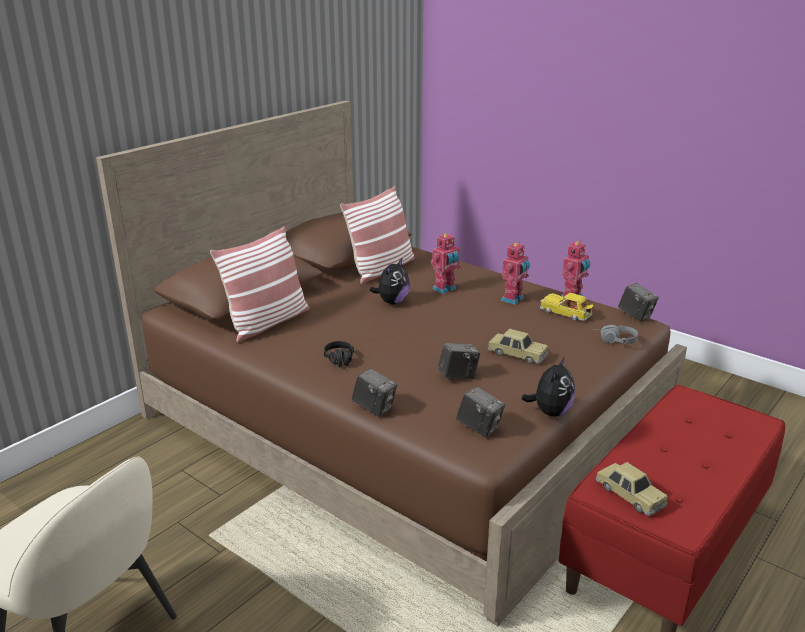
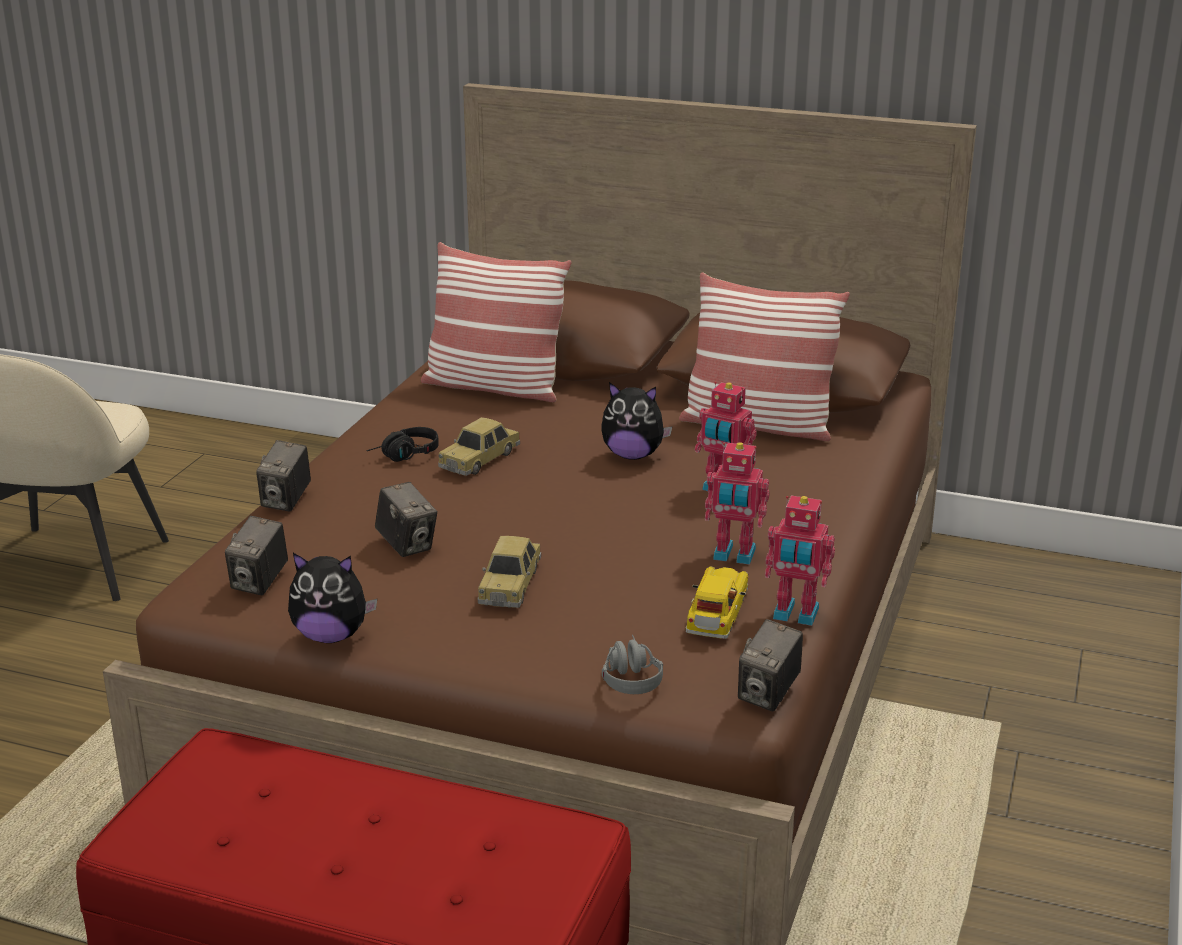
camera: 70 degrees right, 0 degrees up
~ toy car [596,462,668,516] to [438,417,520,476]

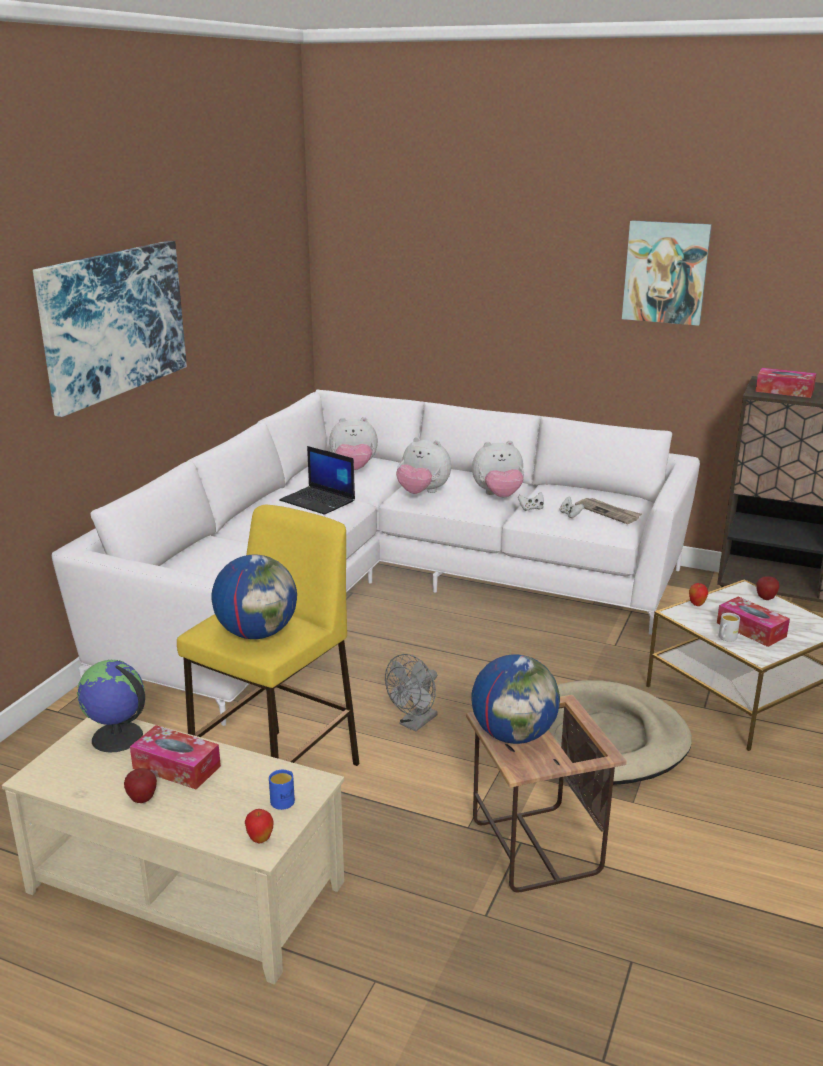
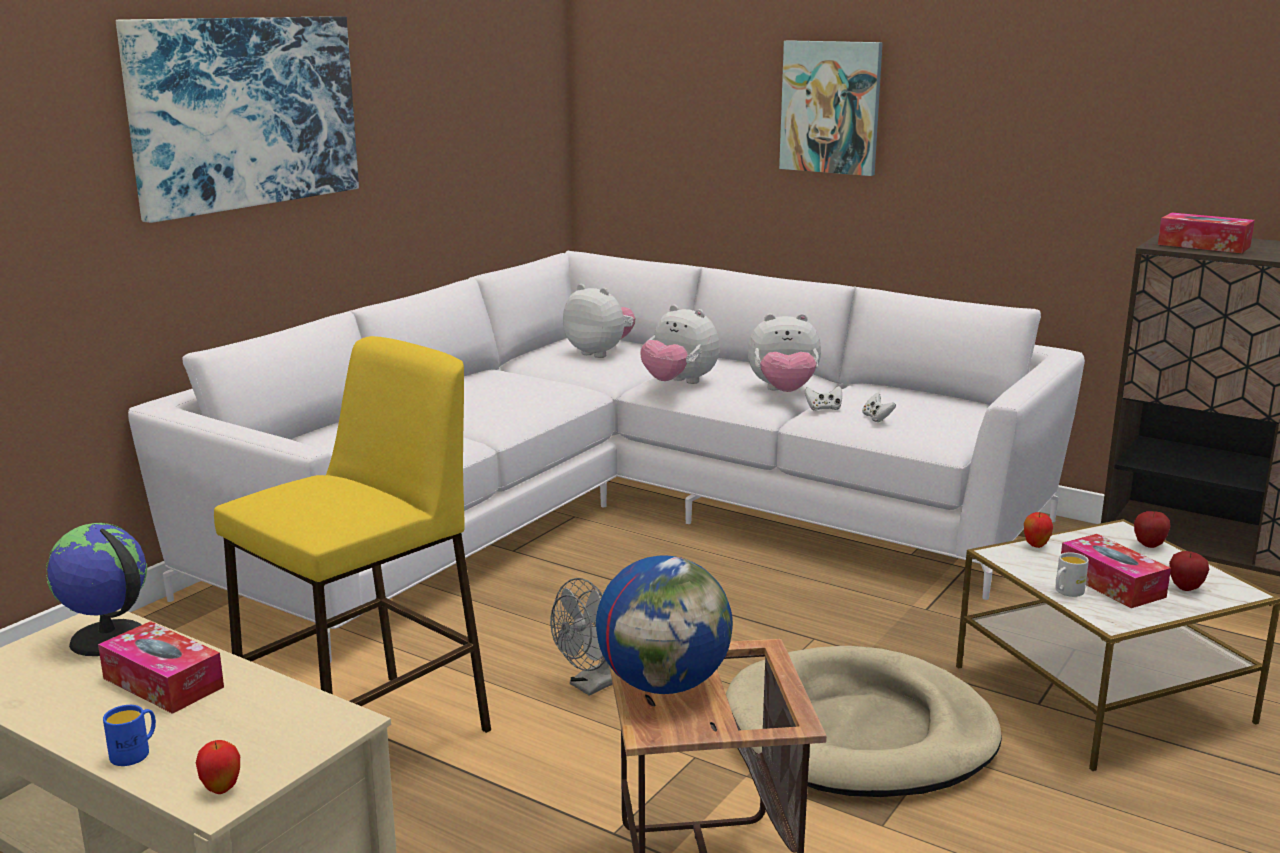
camera: 10 degrees right, 5 degrees down
- globe [211,555,297,639]
- laptop [279,446,355,515]
- newspaper [575,498,642,524]
~ apple [124,768,157,803] to [1169,551,1209,591]
~ mug (blue) [269,770,295,810] to [103,705,156,766]
~ picture [622,220,712,326] to [779,40,883,176]
~ plush toy [329,417,378,470] = [563,284,636,358] 150 degrees counterclockwise

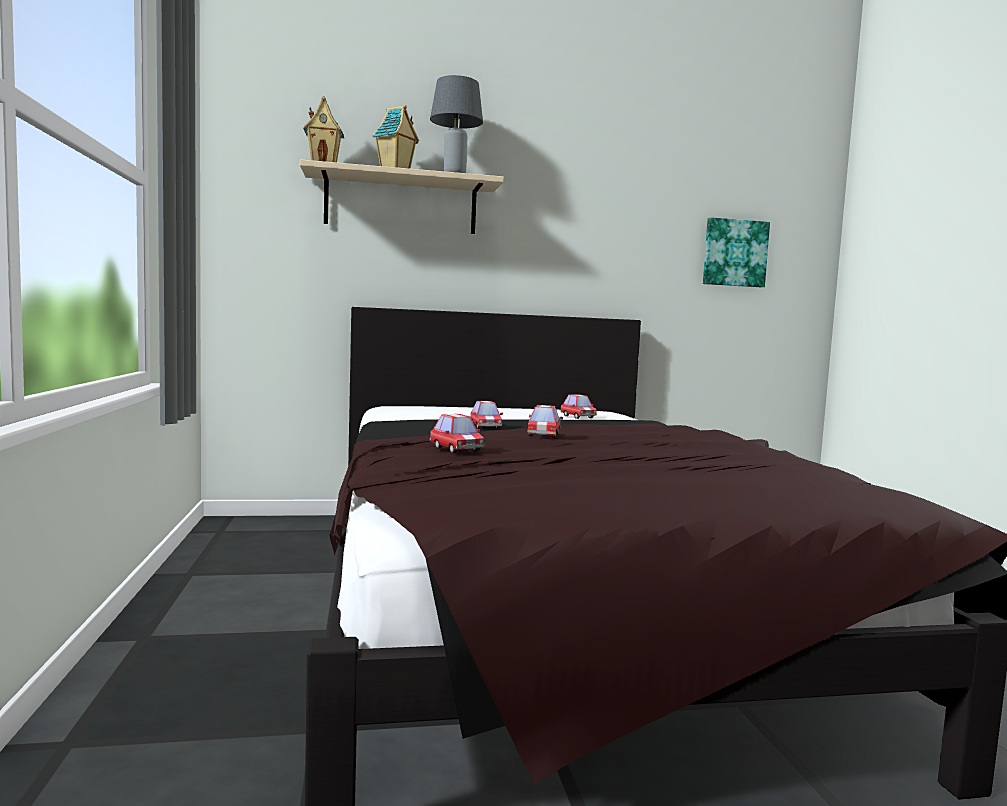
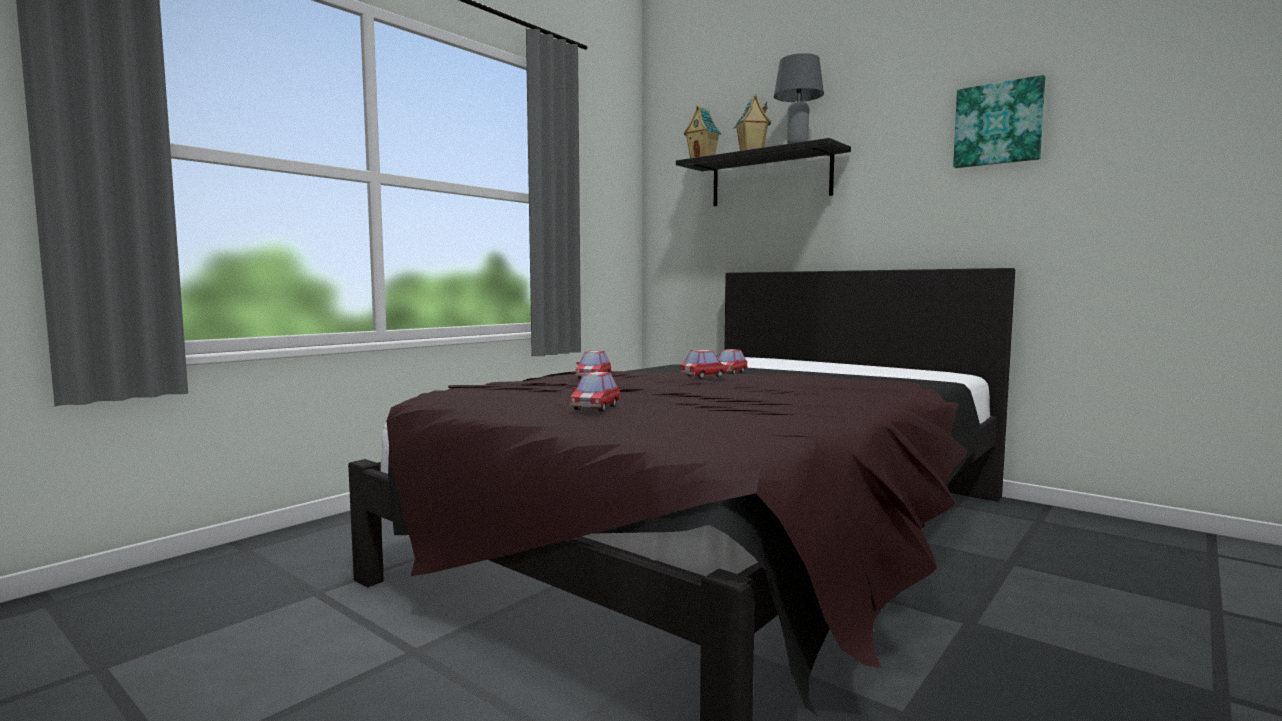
camera: 50 degrees right, 0 degrees up
~ toy car [560,394,597,419] to [570,372,620,412]
~ picture [703,218,770,287] to [953,75,1045,168]
~ shelf (beige) [300,159,504,234] to shelf (black) [676,138,851,206]

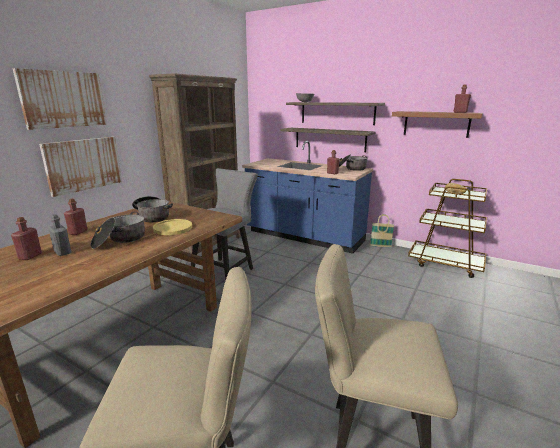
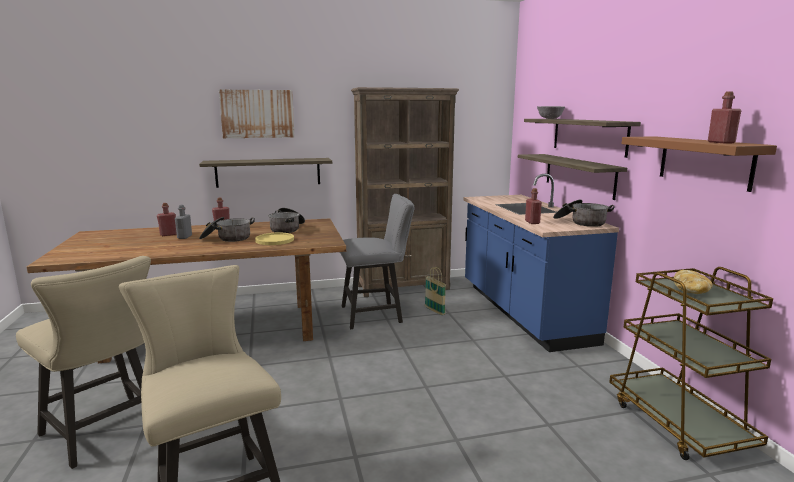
camera: 45 degrees right, 5 degrees down
~ basket [370,214,394,247] to [425,267,446,315]
~ picture [39,137,122,197] to shelf [199,158,332,188]

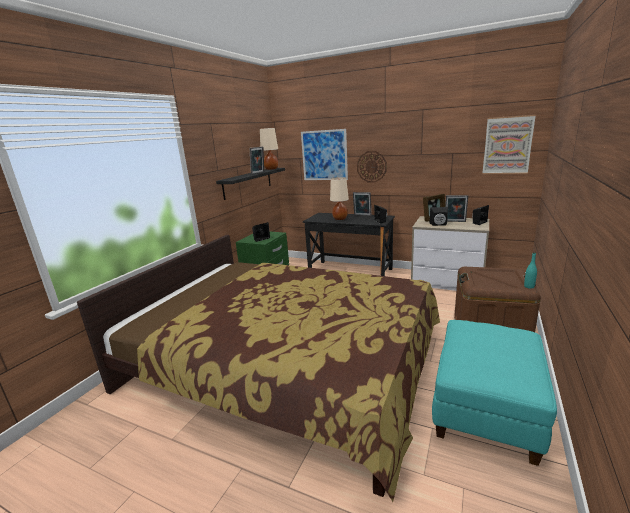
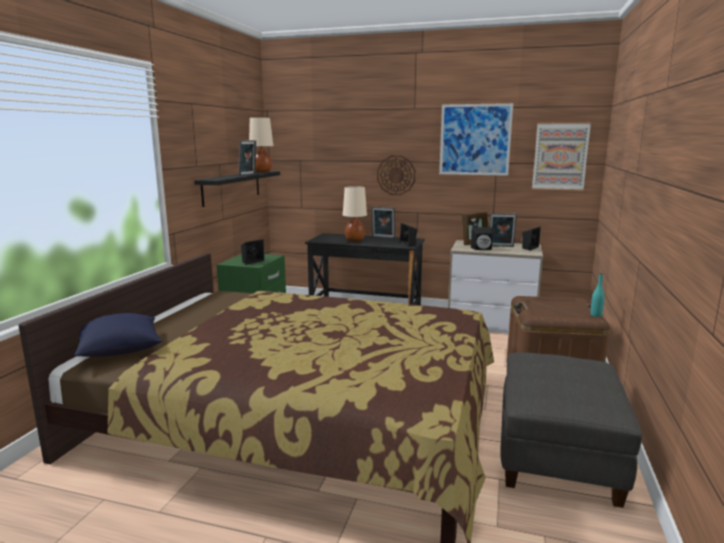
camera: 10 degrees left, 5 degrees down
+ pillow (blue) [74,313,163,357]
~ picture [301,129,348,180] to [439,103,513,176]
~ ottoman (turquoise) [432,320,557,466] to ottoman (grey) [501,352,642,508]

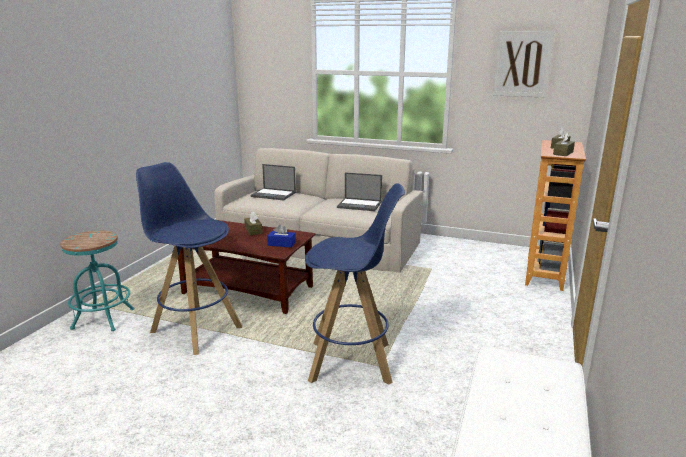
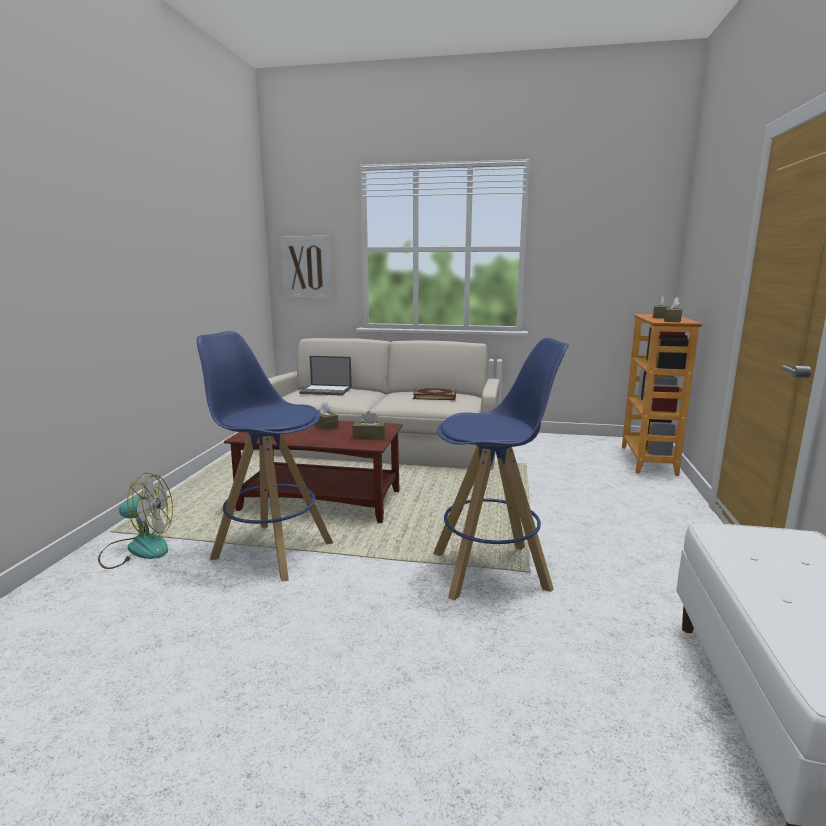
camera: 10 degrees left, 5 degrees down
~ picture [493,31,554,98] to [280,236,332,299]
~ stool (turquoise) [60,230,134,331] to fan [98,472,173,569]
~ laptop [337,172,382,211] to book [413,388,456,400]
~ tissue box (blue) [267,224,296,248] to tissue box (brown) [353,411,386,439]

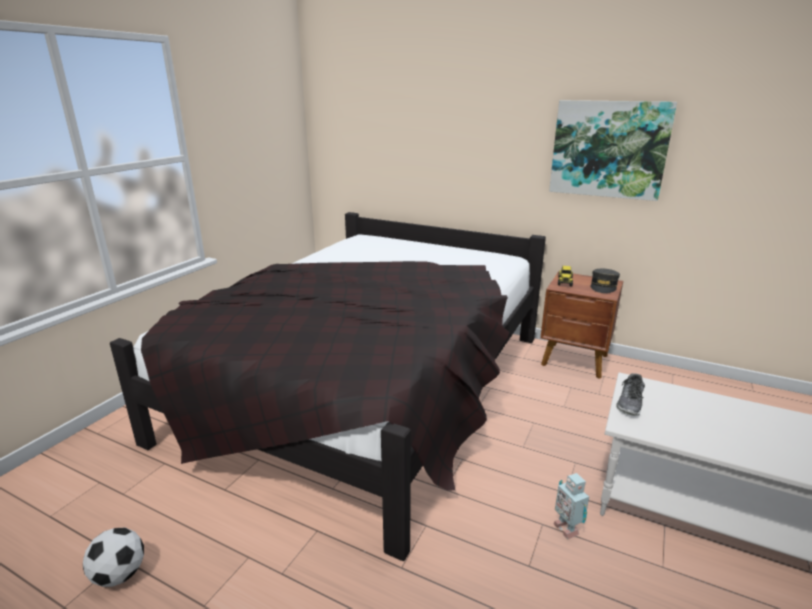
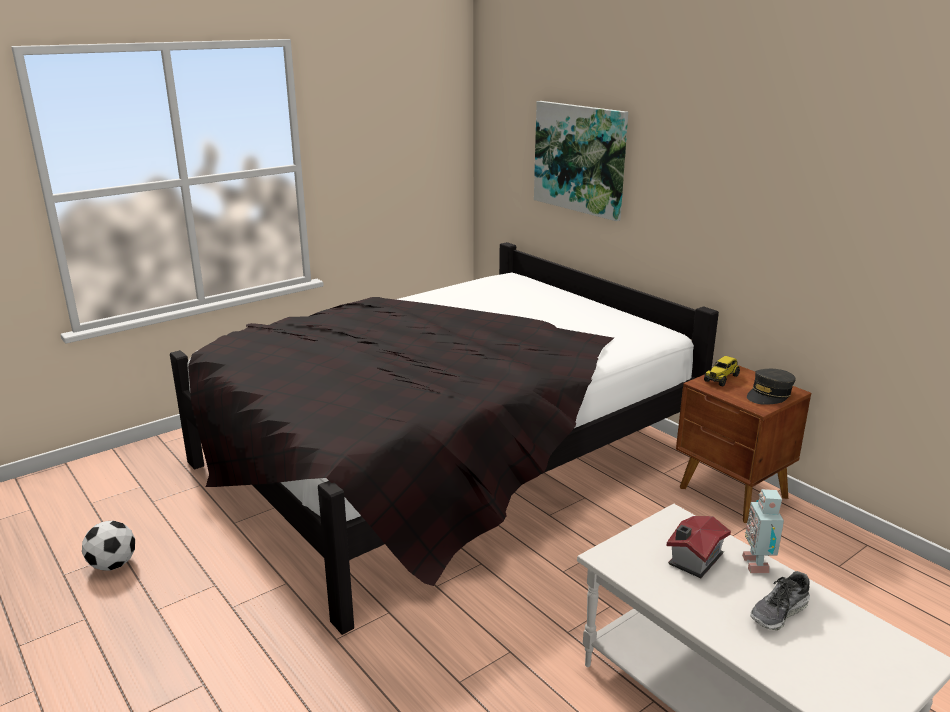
camera: 25 degrees right, 0 degrees up
+ toy house [666,516,731,578]
~ picture [549,100,677,201] to [534,101,628,221]
~ toy robot [553,473,589,540] to [742,489,784,573]
~ shoe [616,373,645,416] to [750,571,810,630]

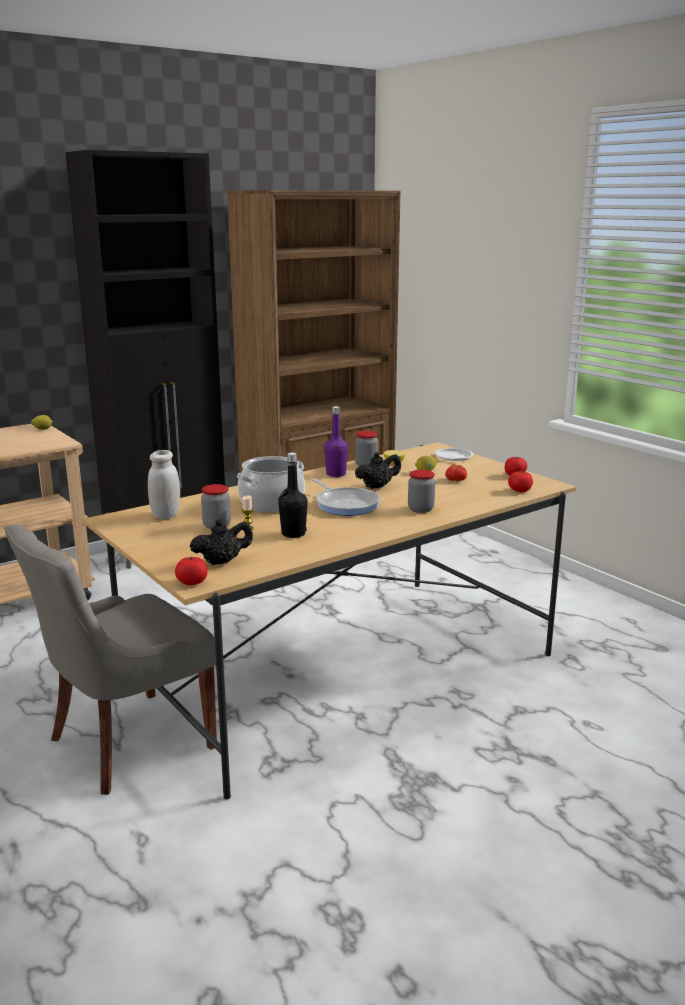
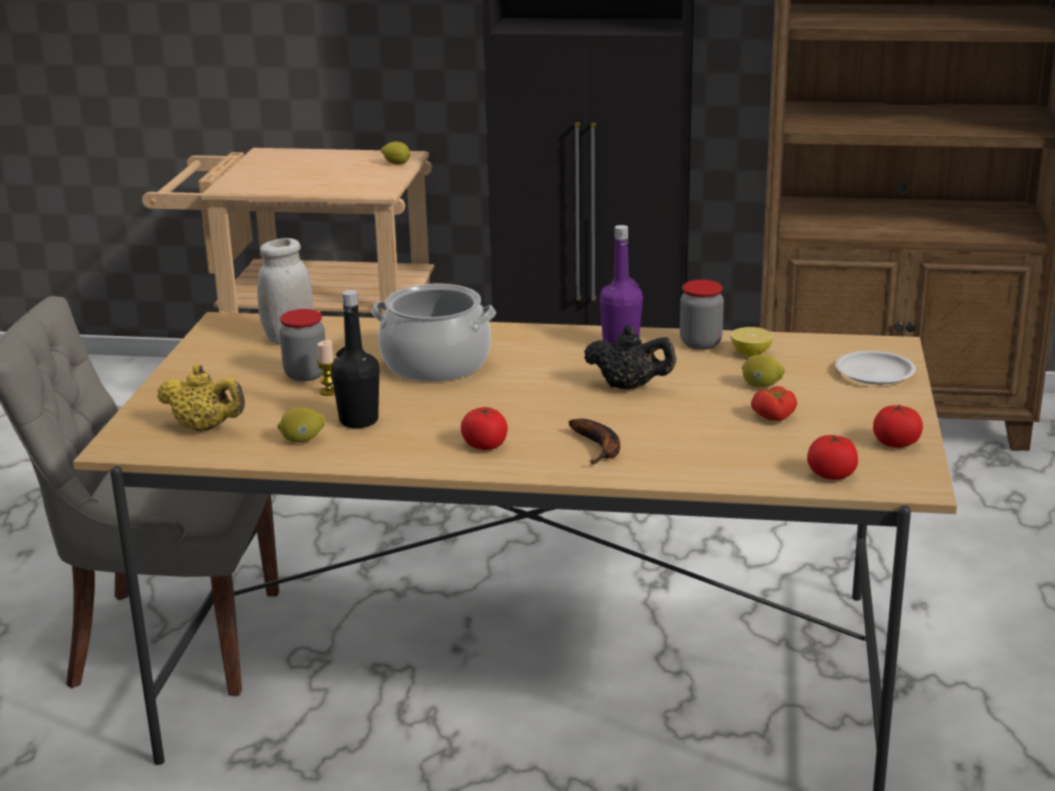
camera: 45 degrees right, 5 degrees up
- frying pan [311,479,381,516]
+ lemon [278,408,325,443]
~ tomato [175,557,208,585] to [461,407,508,450]
~ jar [408,470,435,513] to banana [569,418,620,464]
~ teapot (black) [190,519,253,565] to teapot (yellow) [157,364,245,431]

